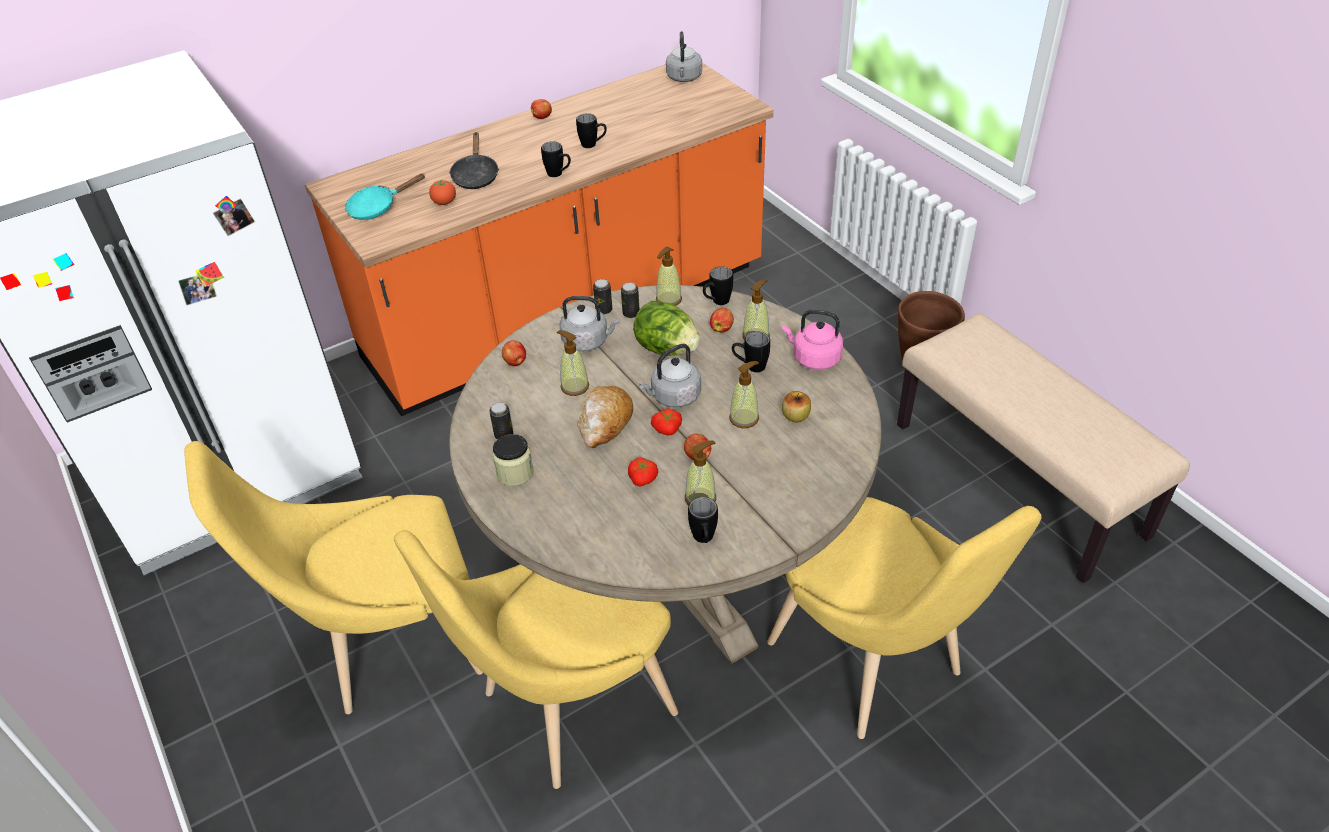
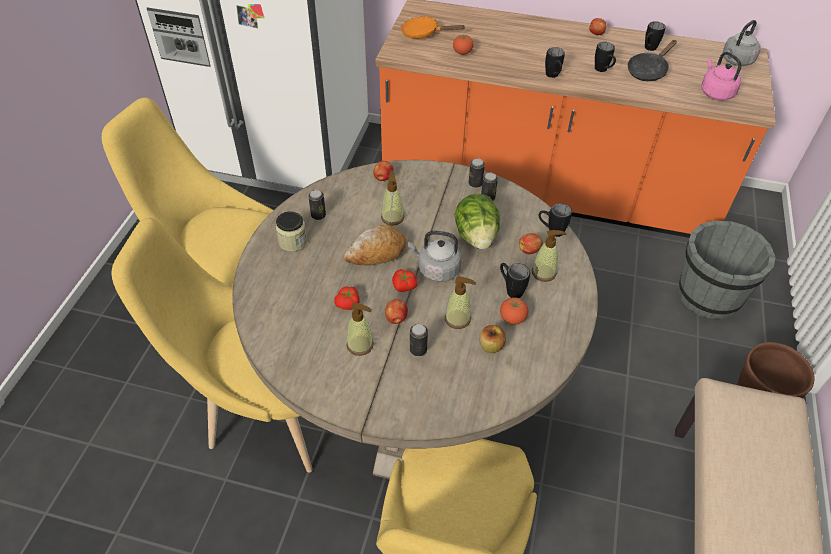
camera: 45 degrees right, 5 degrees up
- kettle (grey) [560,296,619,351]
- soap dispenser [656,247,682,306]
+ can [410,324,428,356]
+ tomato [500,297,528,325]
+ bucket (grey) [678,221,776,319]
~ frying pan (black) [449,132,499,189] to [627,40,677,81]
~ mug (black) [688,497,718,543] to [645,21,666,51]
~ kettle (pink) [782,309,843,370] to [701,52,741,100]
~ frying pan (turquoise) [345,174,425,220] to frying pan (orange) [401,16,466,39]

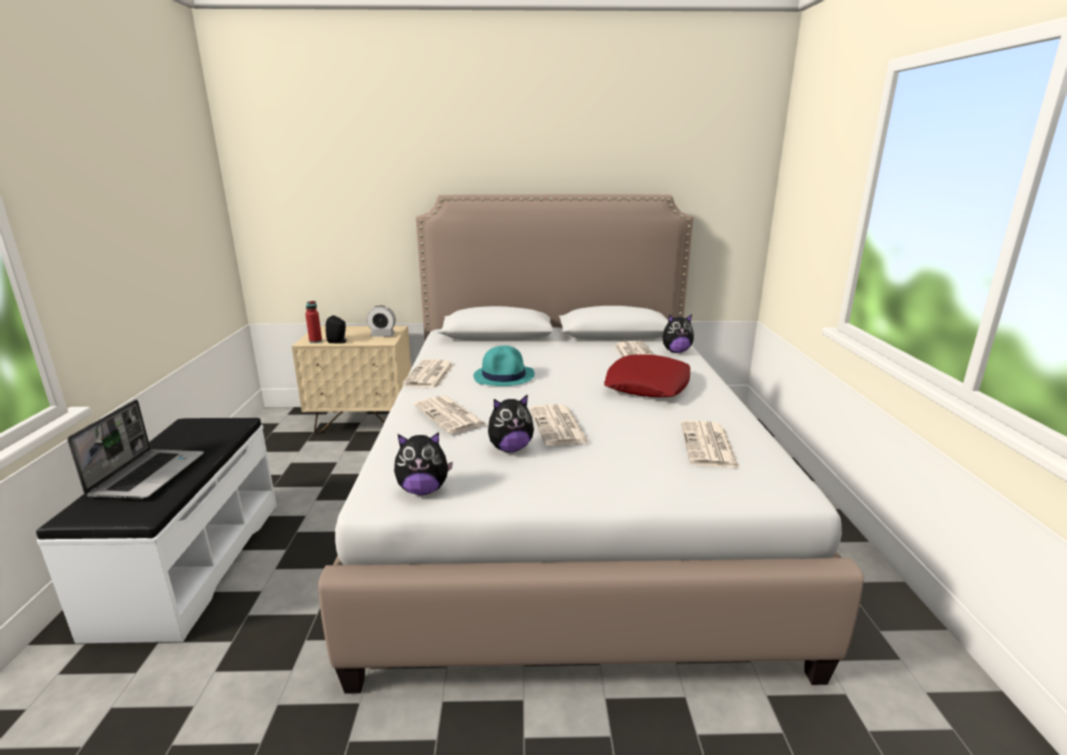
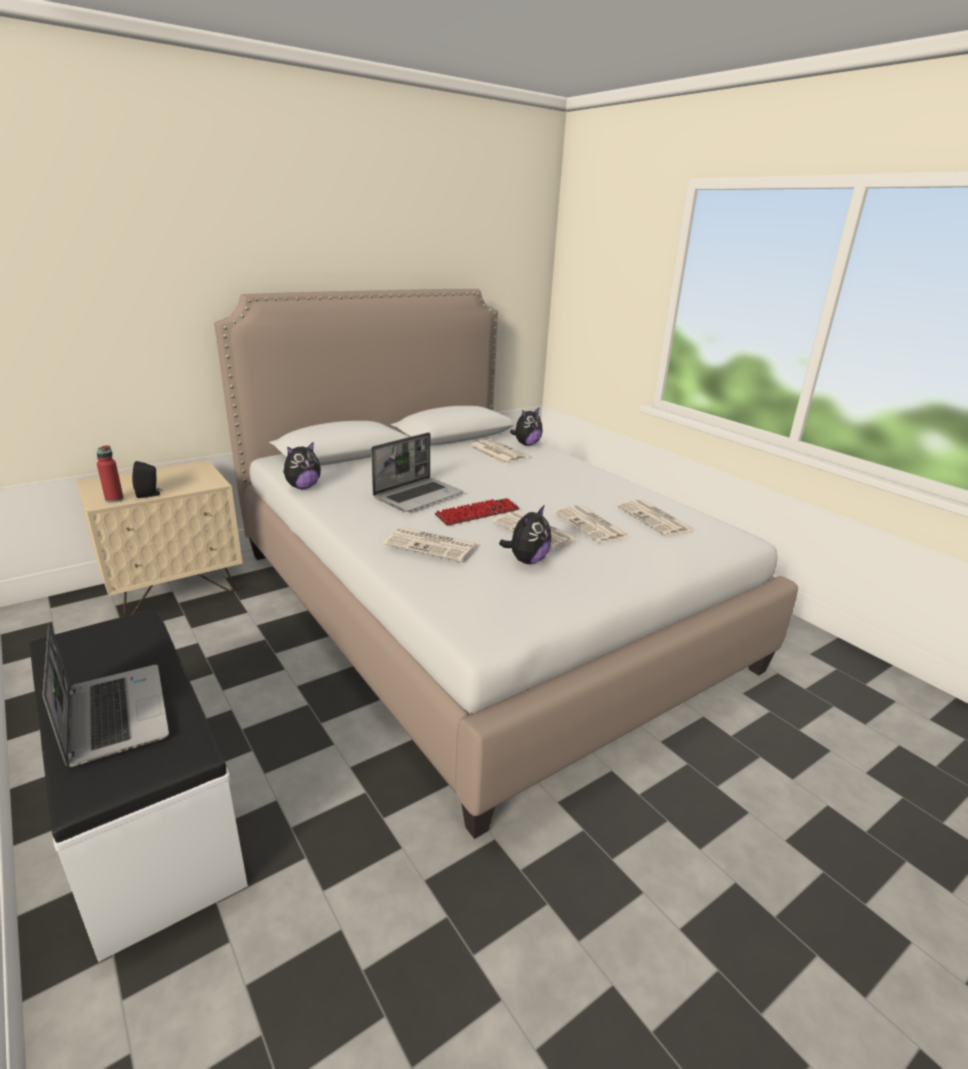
camera: 35 degrees left, 5 degrees up
- alarm clock [367,305,396,337]
- pillow (red) [604,354,690,397]
+ keyboard [435,498,520,526]
~ plush toy [394,432,453,495] to [283,442,321,489]
~ newspaper [402,359,454,388] to [554,505,630,543]
~ hat (turquoise) [473,345,535,386] to laptop [371,432,463,512]

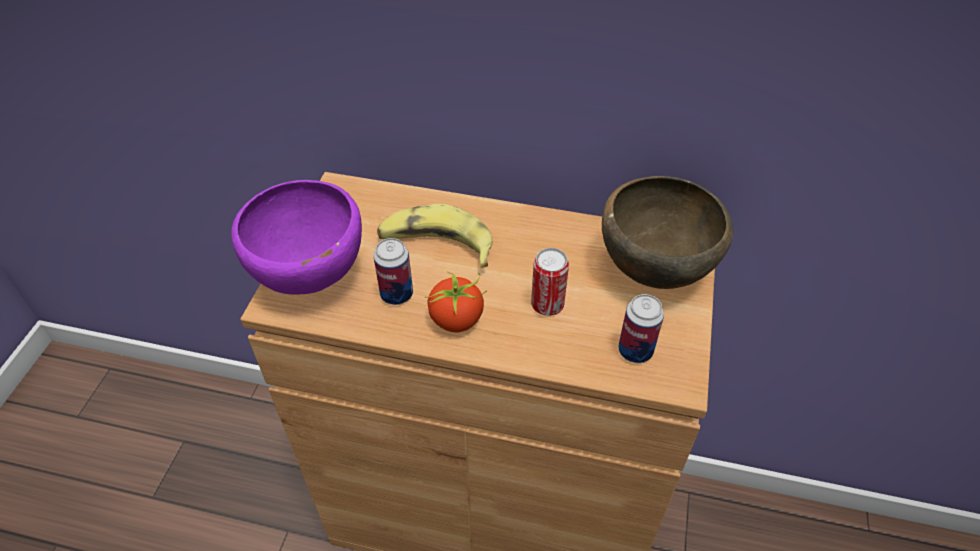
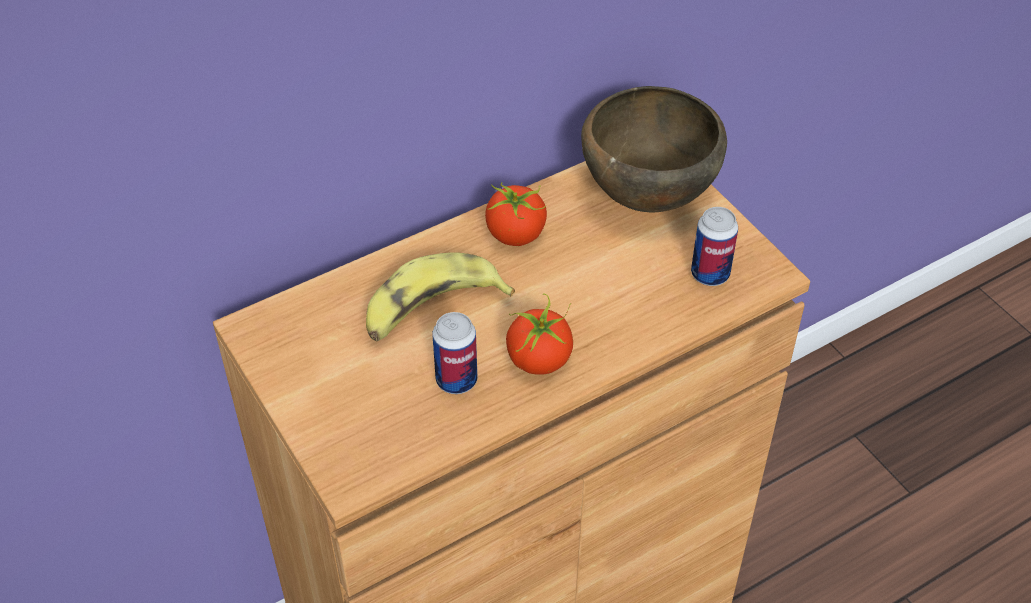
camera: 45 degrees left, 0 degrees up
- bowl (purple) [231,180,362,294]
- can [531,248,569,316]
+ tomato [485,182,547,246]

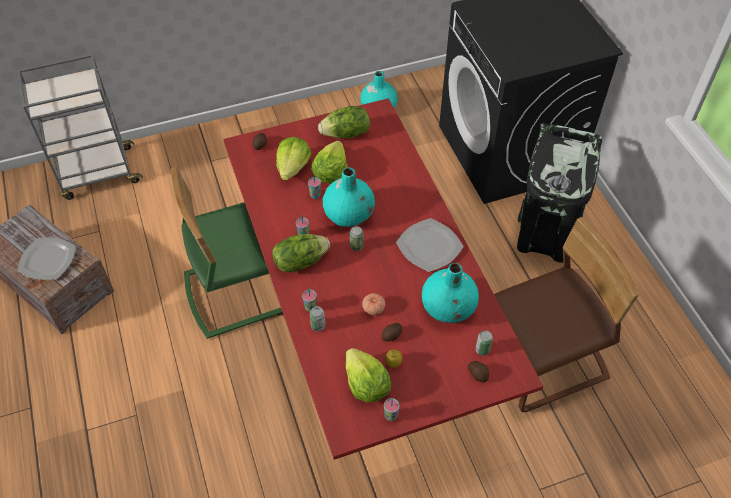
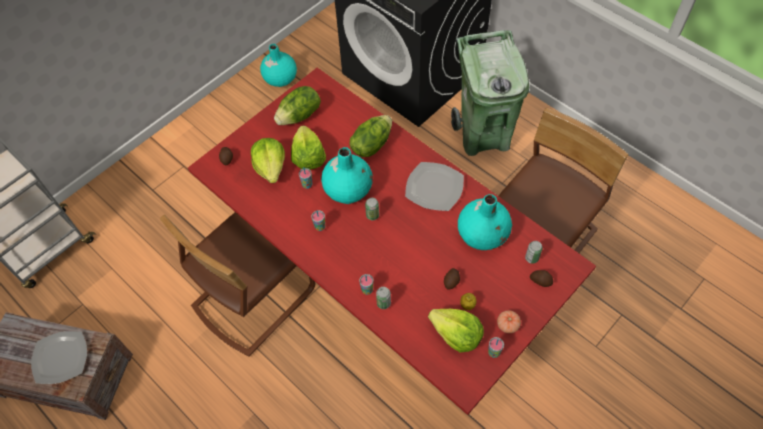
camera: 25 degrees left, 5 degrees up
~ lettuce [272,234,330,272] to [349,115,392,157]
~ tomato [362,293,385,315] to [497,310,521,333]
~ chair (green) [171,167,283,339] to chair (brown) [160,212,315,356]
~ trash can (black) [517,123,603,263] to trash can (green) [451,30,529,156]

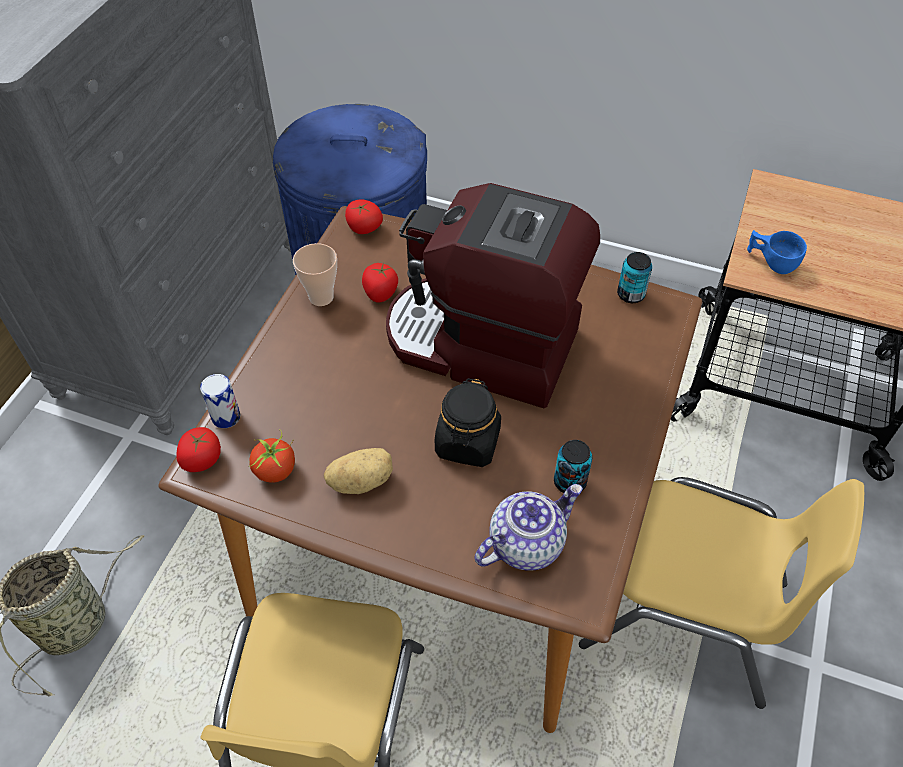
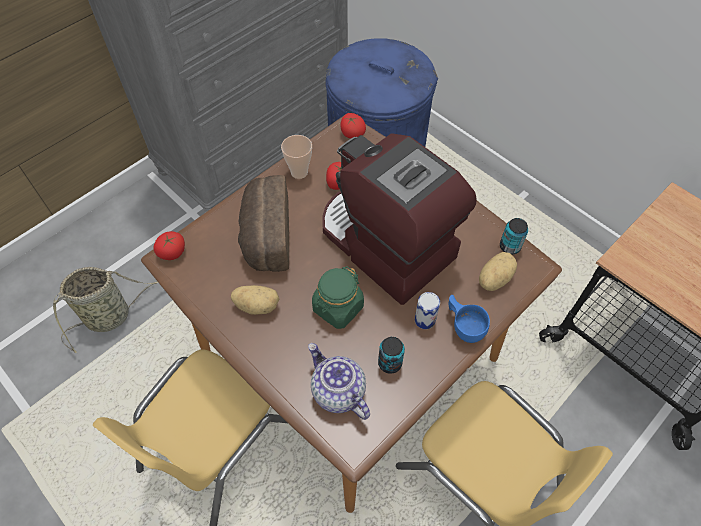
camera: 25 degrees right, 5 degrees up
- tomato [249,429,295,483]
+ bread [238,175,289,272]
+ potato [479,252,517,291]
~ can [200,374,240,428] to [415,292,440,329]
~ cup (blue) [747,230,807,274] to [449,295,490,343]
~ jar (black) [435,378,501,467] to jar (green) [312,266,364,329]
~ teapot [474,484,583,571] = [308,343,370,420] 120 degrees counterclockwise

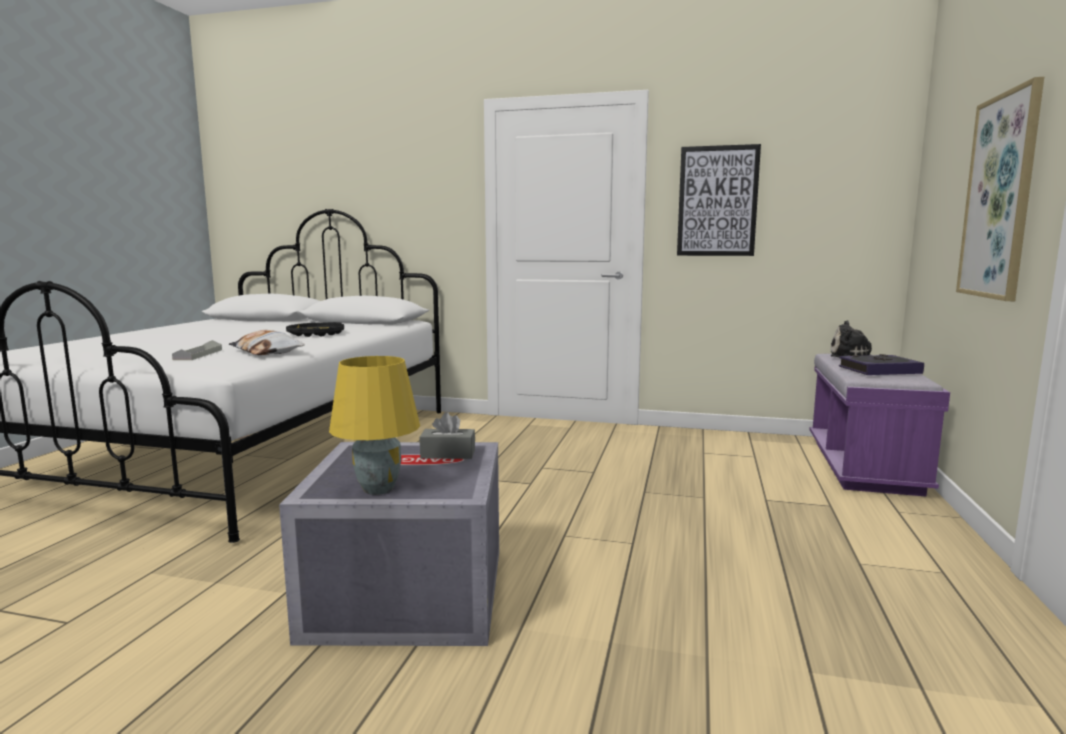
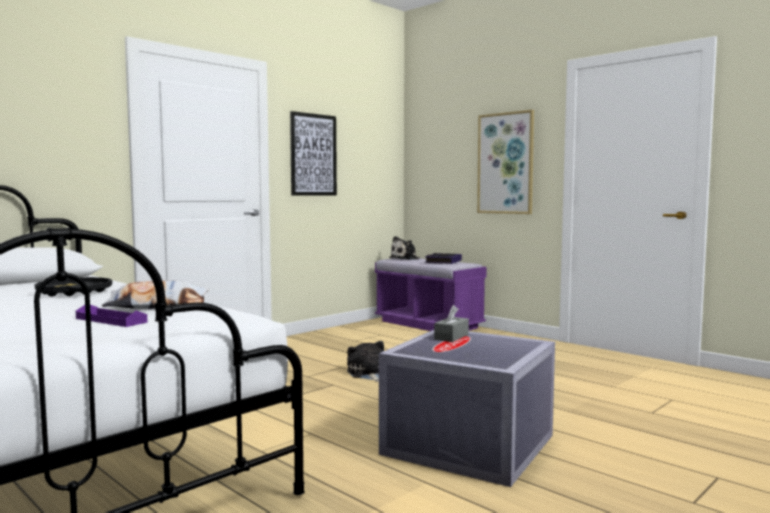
camera: 60 degrees left, 5 degrees down
- table lamp (yellow) [329,356,420,495]
+ plush toy [347,341,384,382]
~ tray (grey) [172,340,222,360] to tray (purple) [76,305,147,327]

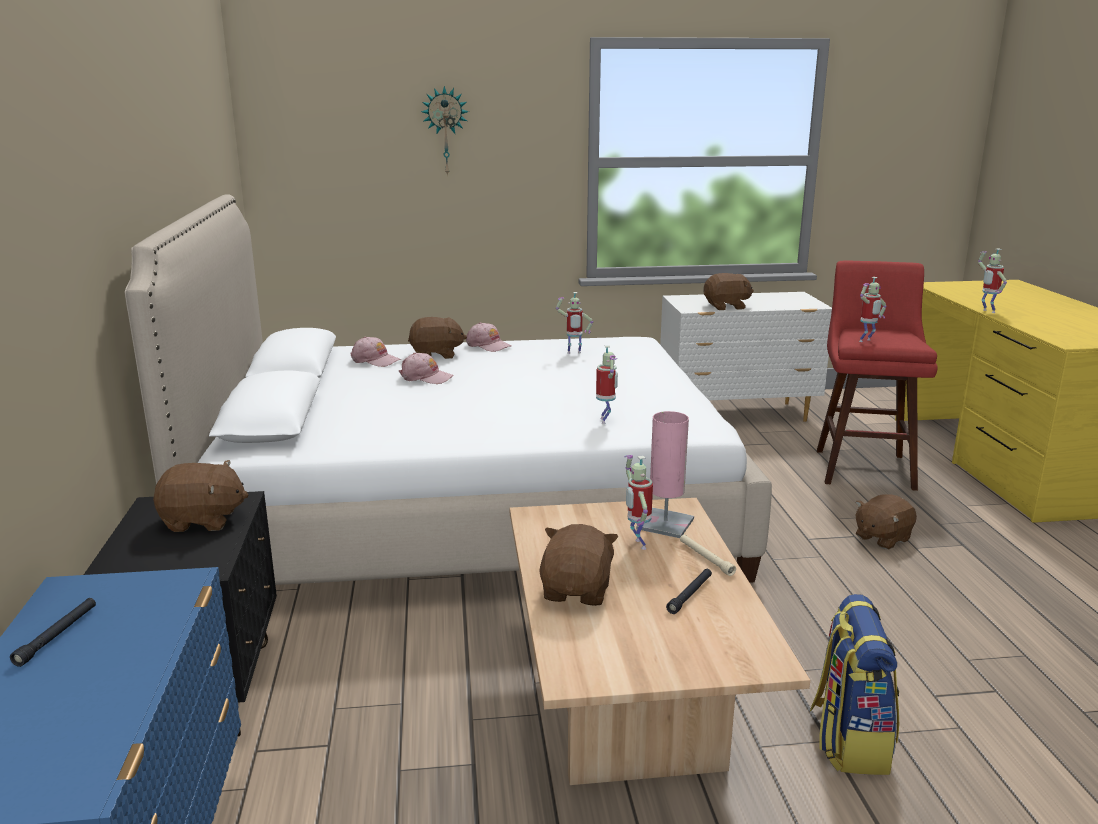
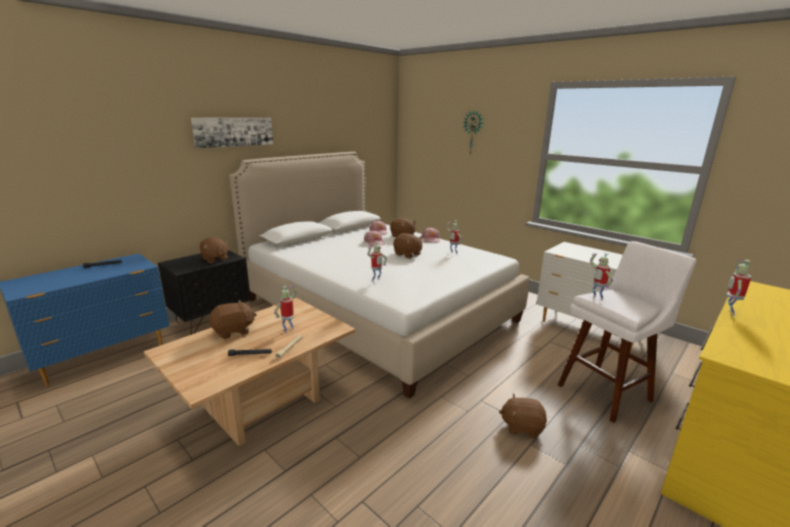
camera: 50 degrees right, 0 degrees up
- table lamp (pink) [636,411,694,538]
- backpack [810,594,899,775]
+ picture [191,118,273,148]
~ plush toy (brown) [703,273,754,310] to [393,233,423,258]
~ stool (red) [817,261,938,491] to stool (white) [558,241,696,423]
~ toy robot [859,277,886,342] = [590,253,613,301] 45 degrees clockwise

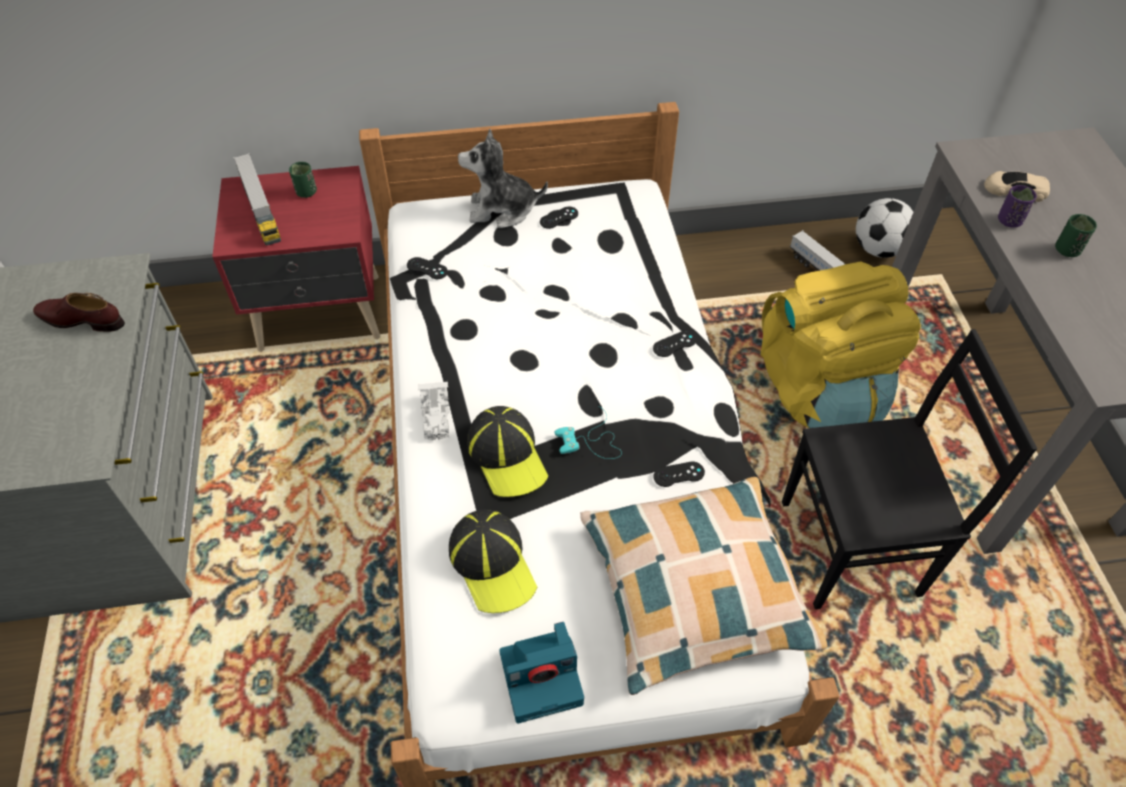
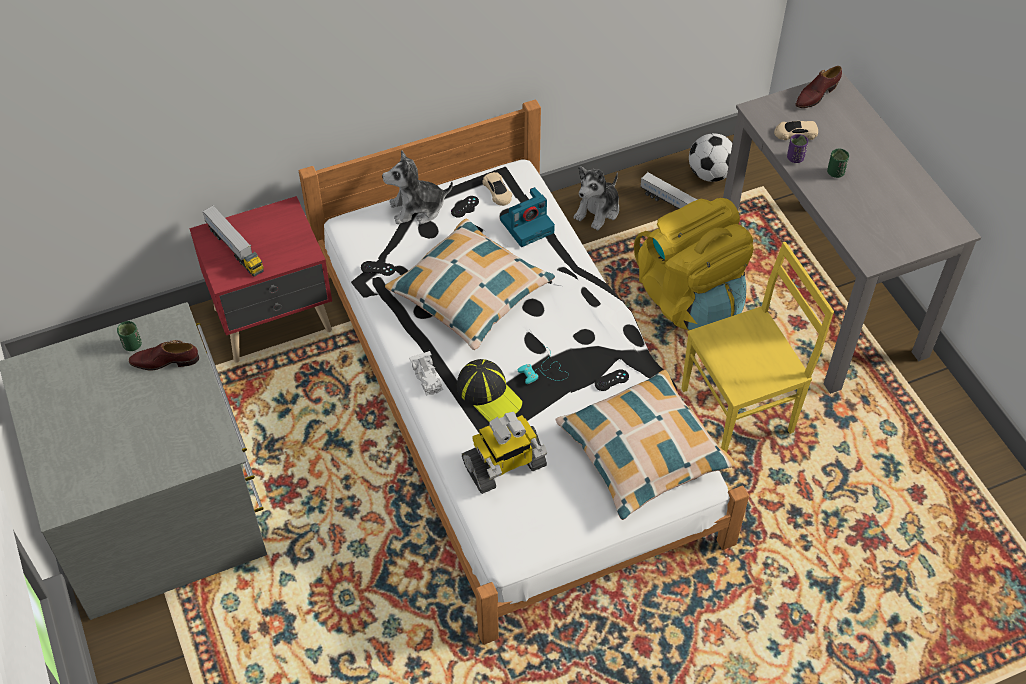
camera: 15 degrees left, 0 degrees up
- game controller (black) [653,331,696,357]
+ pillow [385,219,555,350]
+ toy car (beige) [482,172,512,206]
+ plush toy [573,166,619,230]
+ shoe (brown) [796,66,842,108]
~ cup (green) [289,162,317,198] to [117,321,142,351]
~ photo camera [499,622,584,723] to [500,187,555,247]
~ cap [449,509,537,613] to toy robot [462,412,547,494]
~ chair (black) [782,329,1037,609] to chair (yellow) [681,242,834,453]

